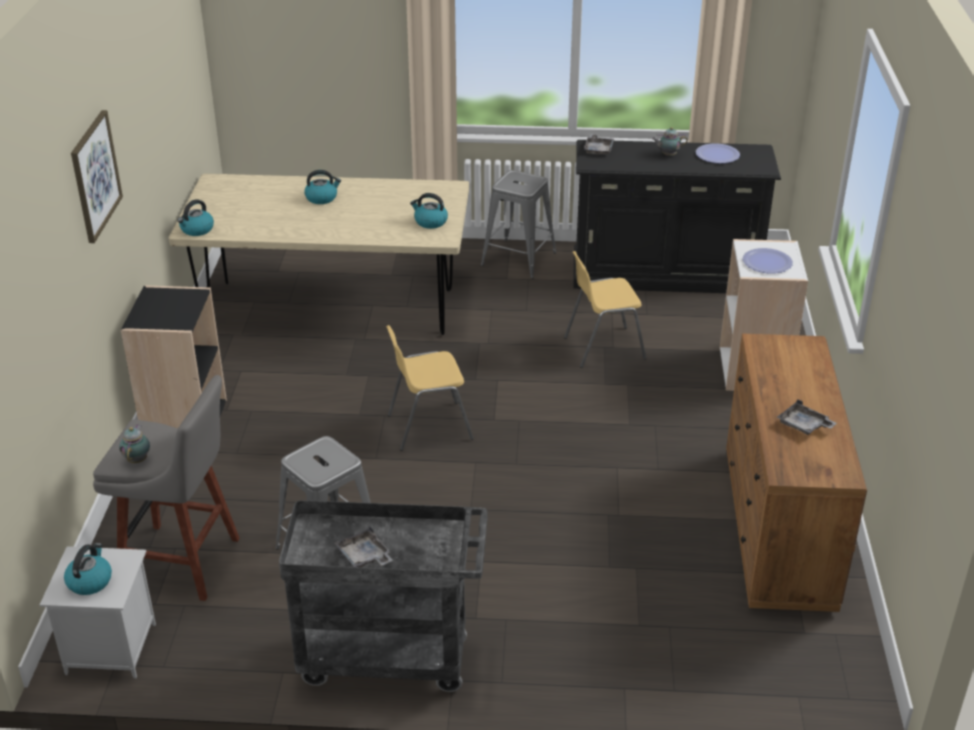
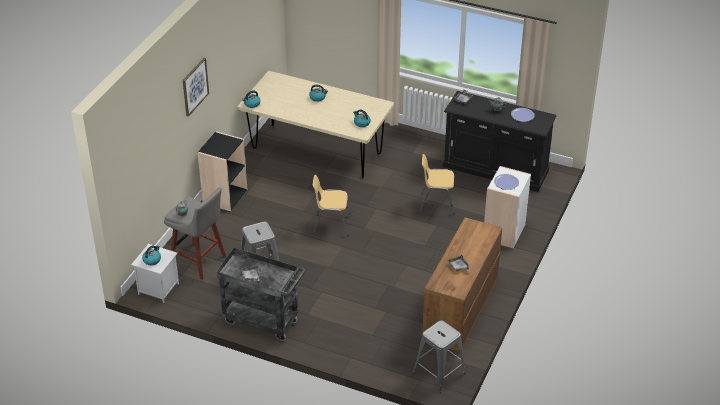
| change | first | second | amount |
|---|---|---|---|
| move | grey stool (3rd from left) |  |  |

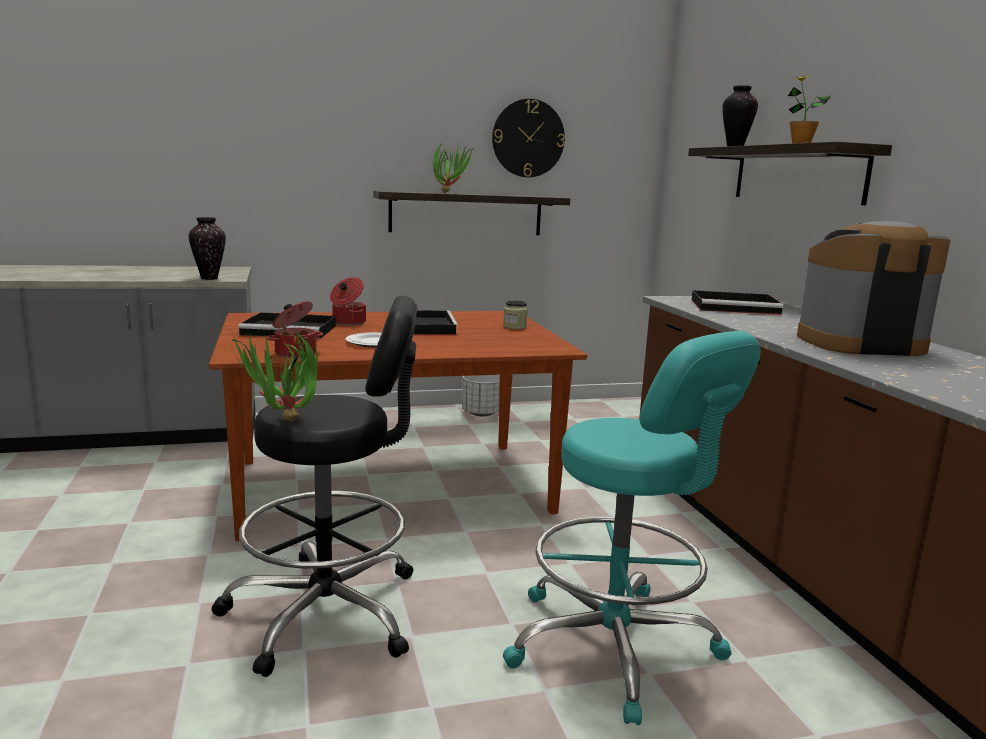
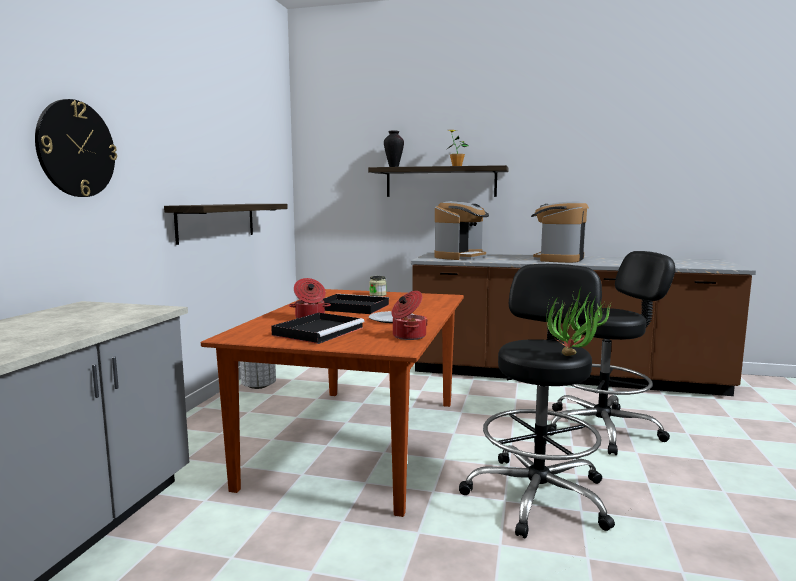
| change | first | second | amount |
|---|---|---|---|
| move | wall clock |  |  |
| delete | potted plant (2nd from left) |  |  |
| delete | vase (1st from left) |  |  |
| replace | black tray (3rd from left) | coffee machine (1st from left) |  |
| recolor | turquoise stool | black stool (2nd from left) |  |

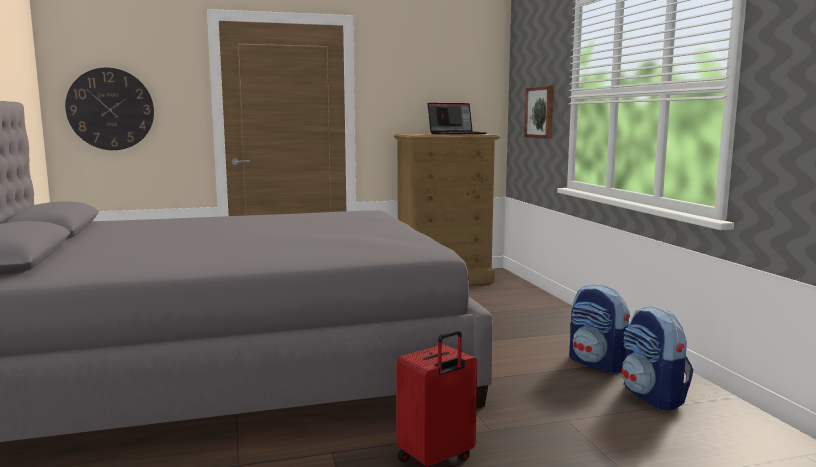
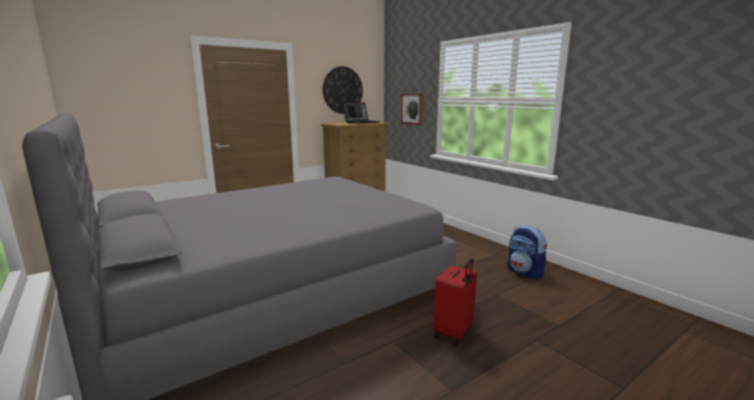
| change | first | second | amount |
|---|---|---|---|
| move | wall clock |  |  |
| delete | backpack (1st from left) |  |  |

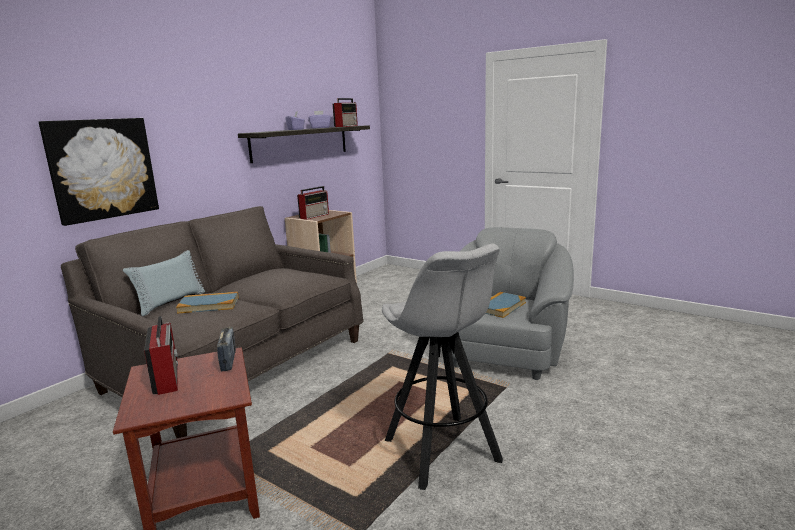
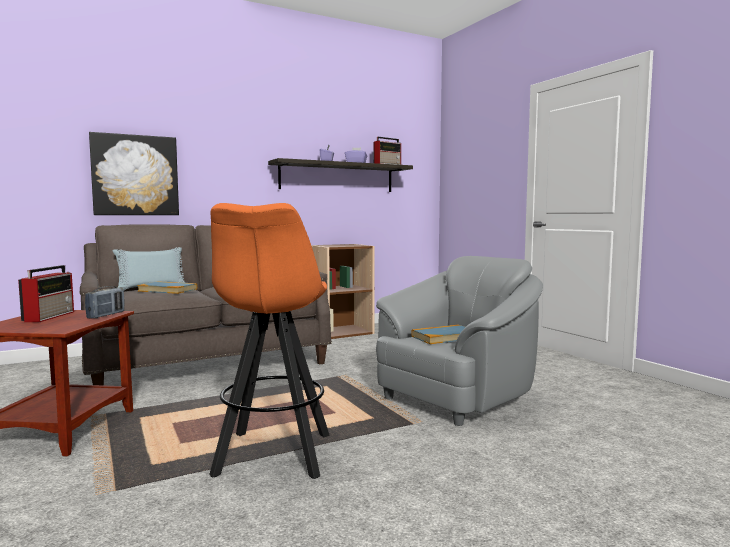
| change | first | second | amount |
|---|---|---|---|
| delete | radio (3rd from left) |  |  |
| recolor | grey stool | orange stool |  |

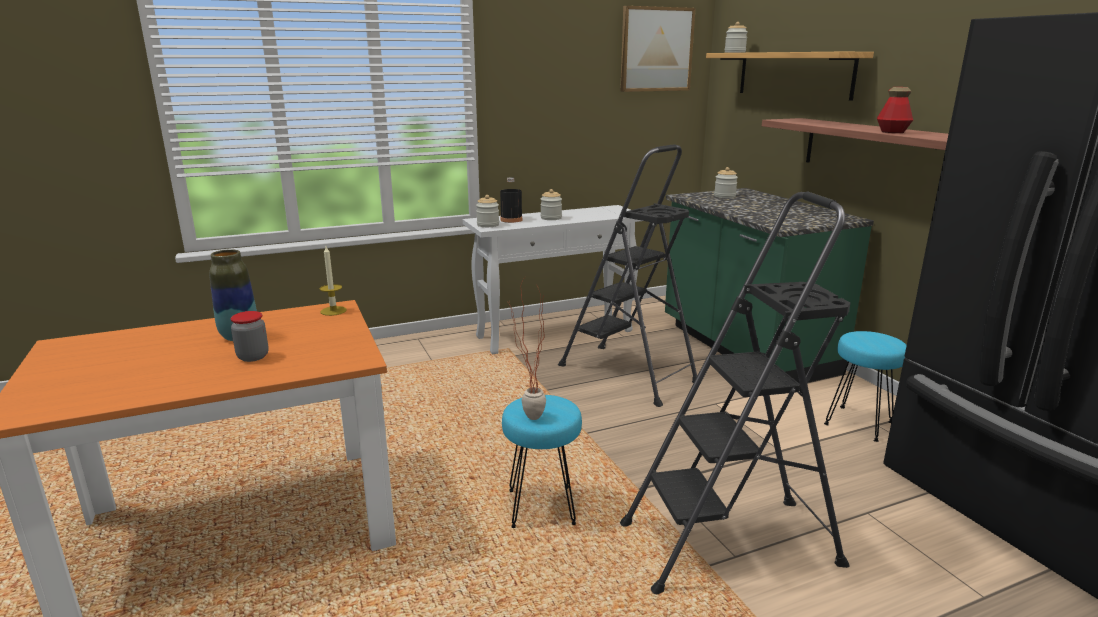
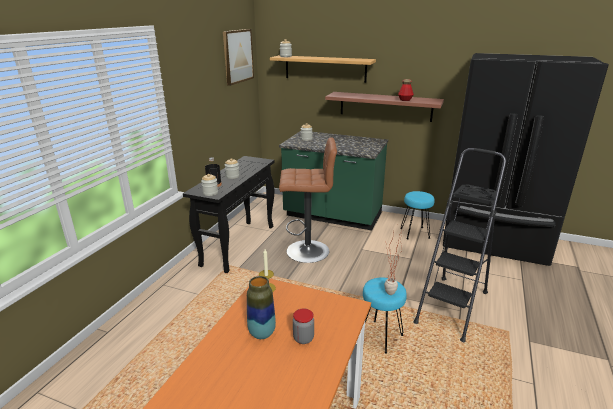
| change | first | second | amount |
|---|---|---|---|
| replace | step ladder (1st from left) | brown stool |  |
| recolor | white console table | black console table |  |

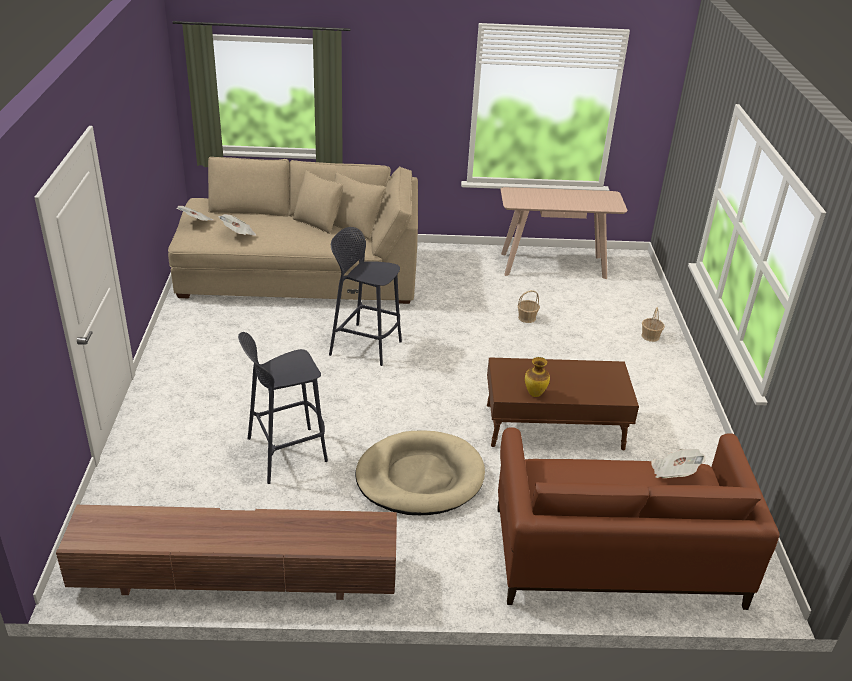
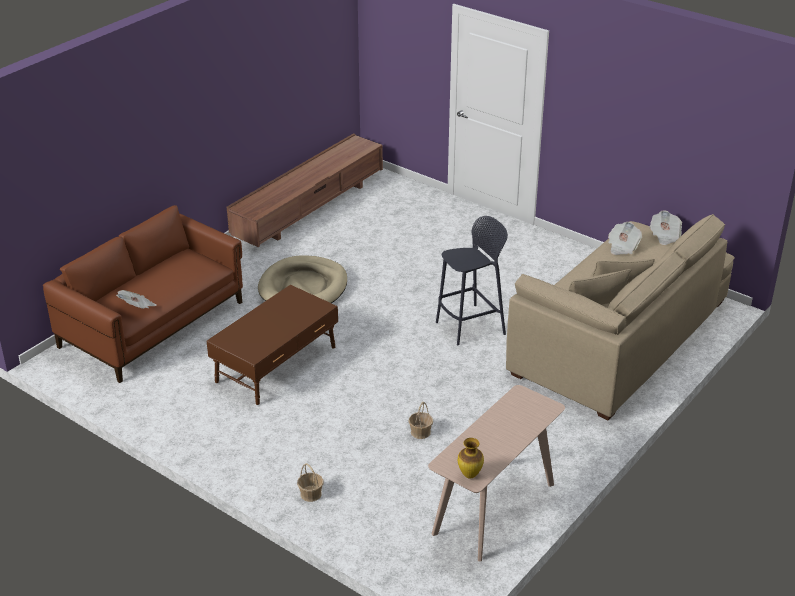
| change | first | second | amount |
|---|---|---|---|
| delete | grey stool (1st from left) |  |  |
| move | vase |  |  |

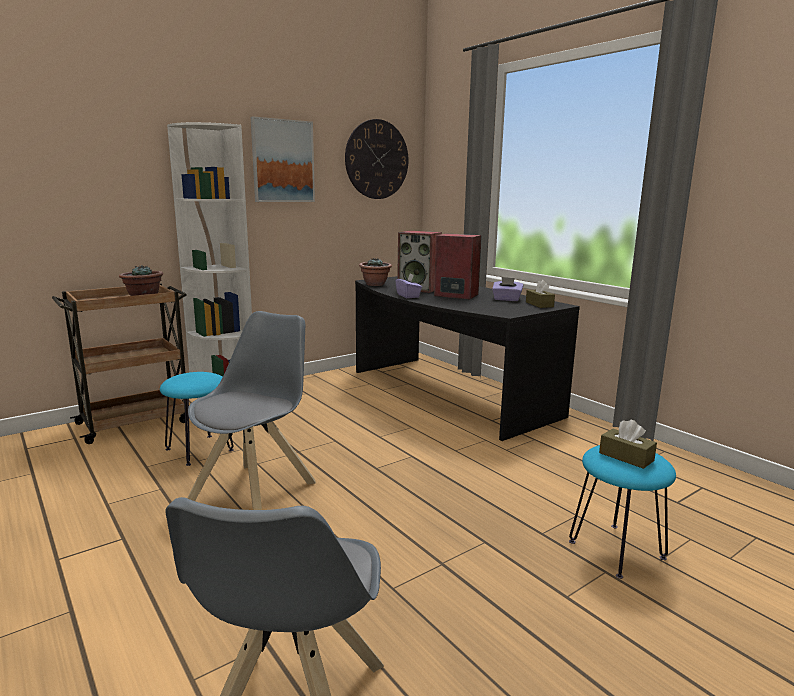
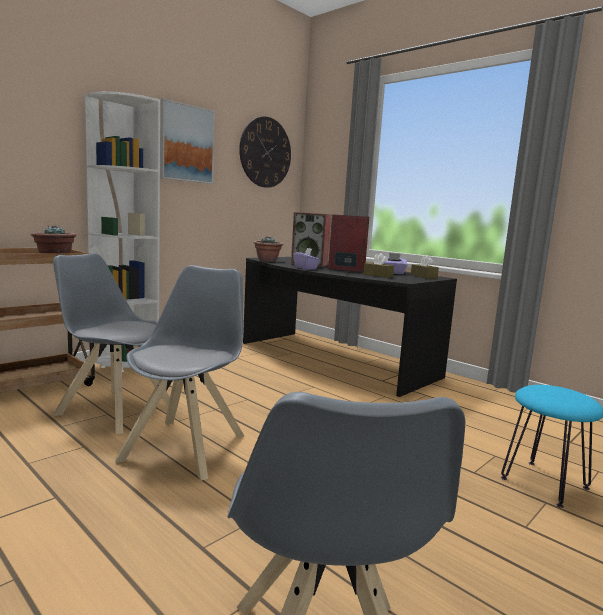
| change | first | second | amount |
|---|---|---|---|
| replace | turquoise stool (1st from left) | grey chair (1st from left) |  |
| move | brown tissue box (2nd from left in the first image) | brown tissue box (1st from left) |  |

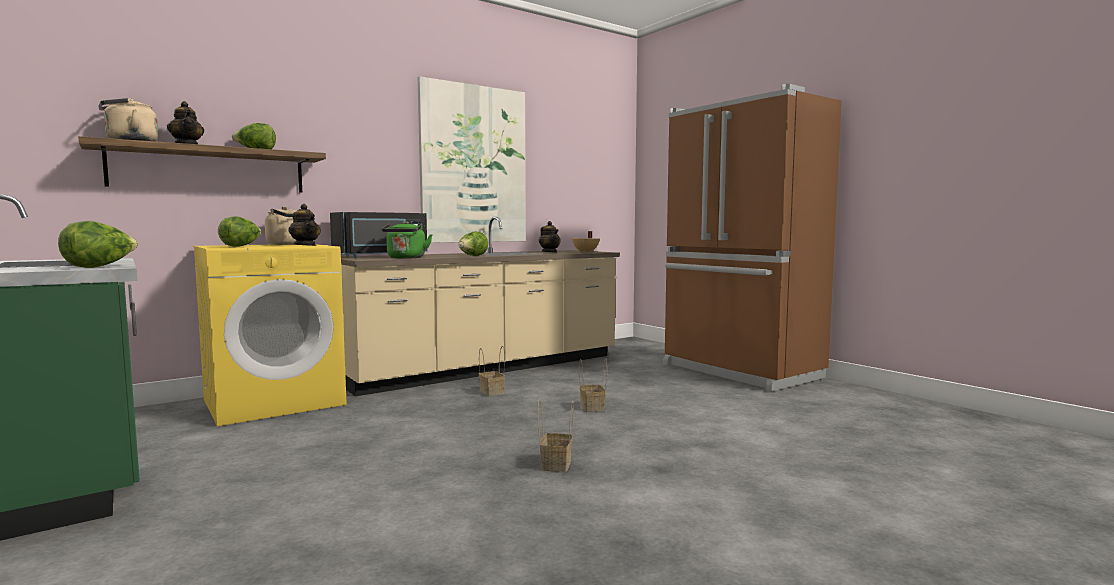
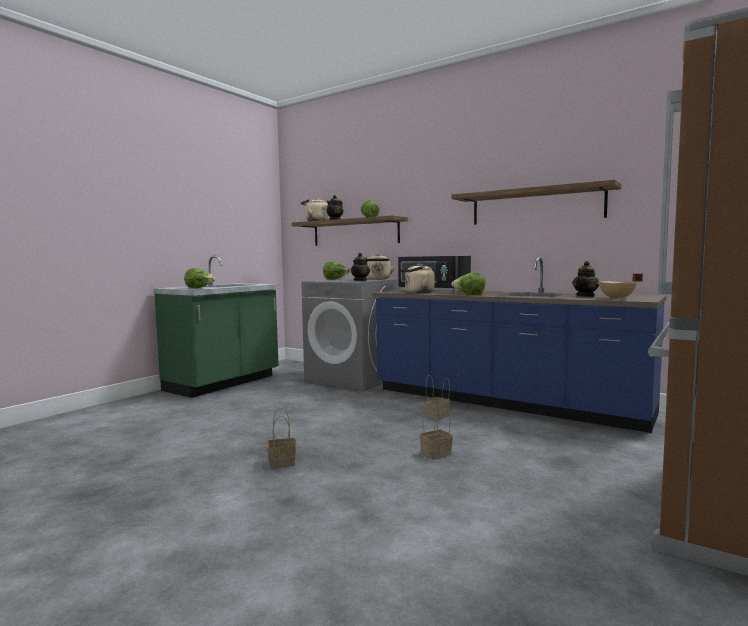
| change | first | second | amount |
|---|---|---|---|
| replace | picture | shelf (2nd from left) |  |
| recolor | beige counter | blue counter |  |
| recolor | green kettle | beige kettle (3rd from left) |  |
| recolor | yellow washing machine | grey washing machine |  |

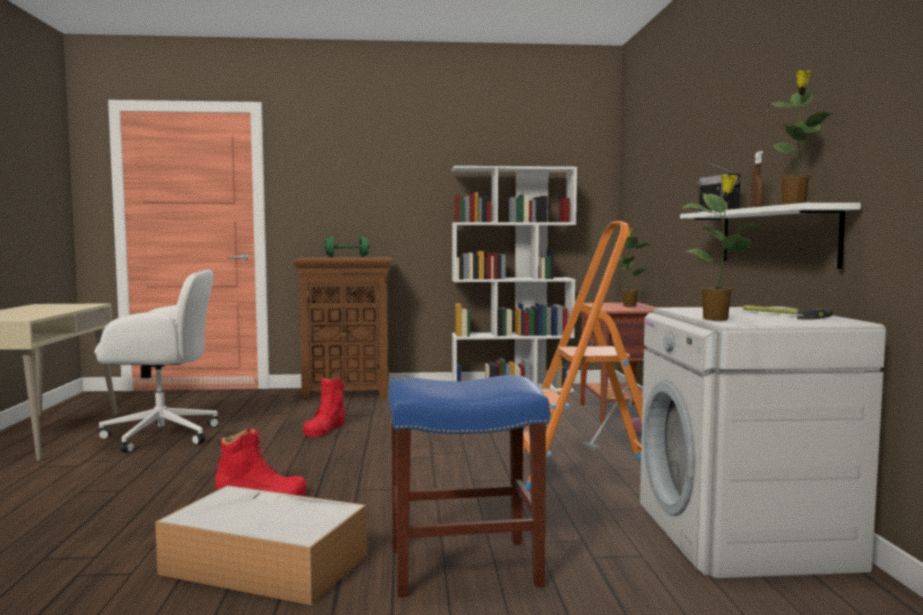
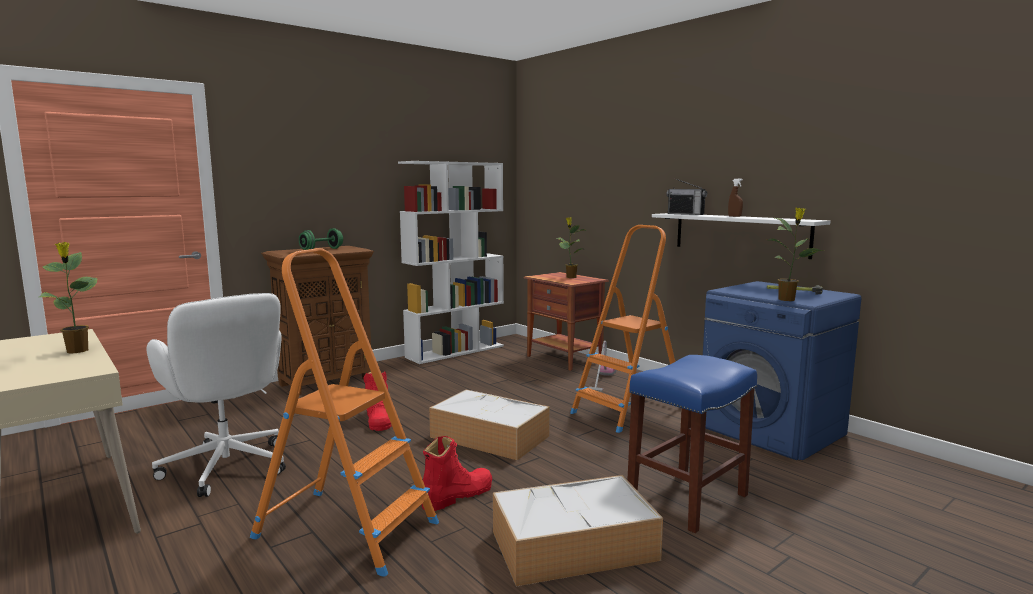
| change | first | second | amount |
|---|---|---|---|
| move | potted plant (3rd from left in the first image) | potted plant (1st from left) |  |
| rotate | white office chair |  | 90 degrees clockwise |
| recolor | white washing machine | blue washing machine |  |
| insert |  | orange step ladder (1st from left) |  |
| insert |  | storage box (1st from left) |  |

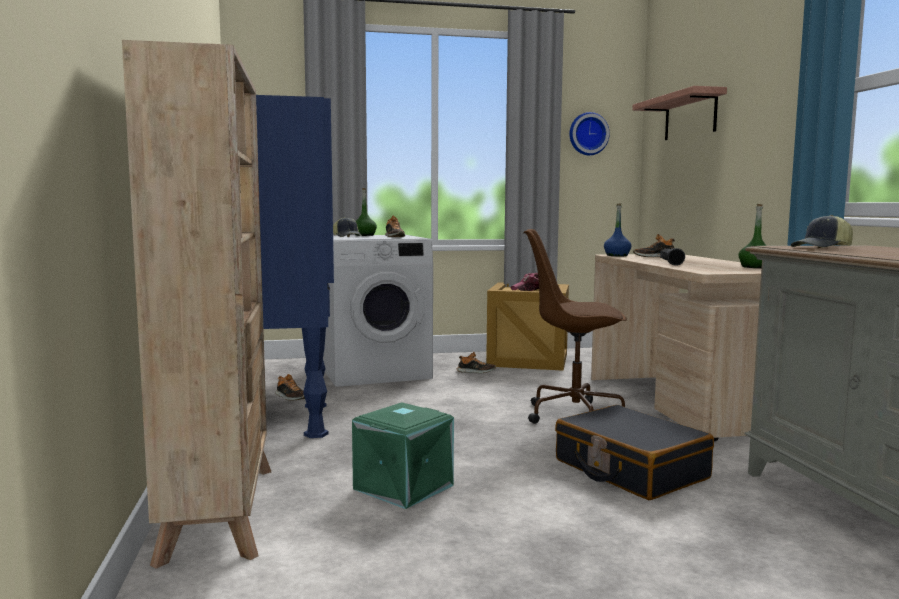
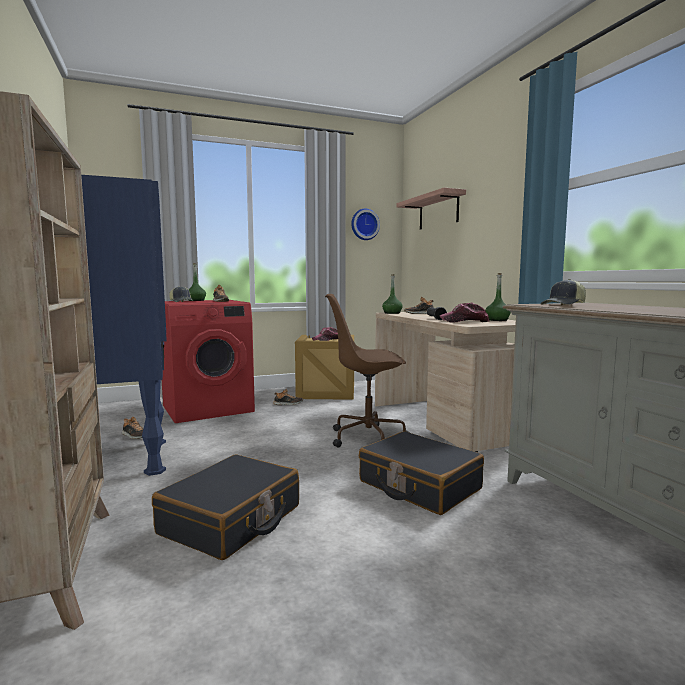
| change | first | second | amount |
|---|---|---|---|
| recolor | blue bottle | green bottle (2nd from left) |  |
| recolor | white washing machine | red washing machine |  |
| replace | green storage box | black suitcase (1st from left) |  |
| insert |  | cap (3rd from left) |  |

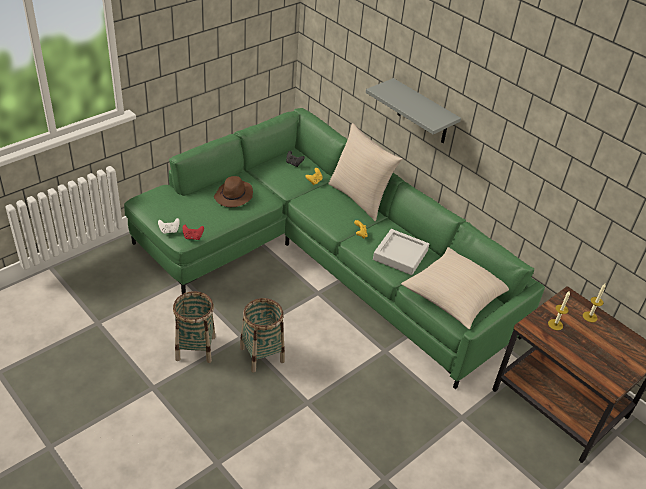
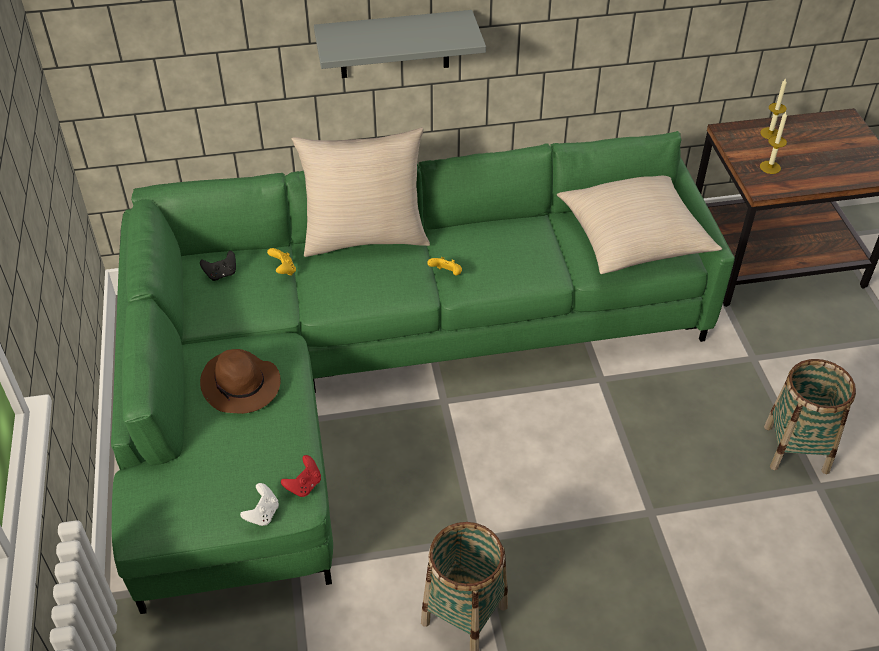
| change | first | second | amount |
|---|---|---|---|
| delete | grey tray |  |  |
| move | basket (2nd from left) |  |  |

